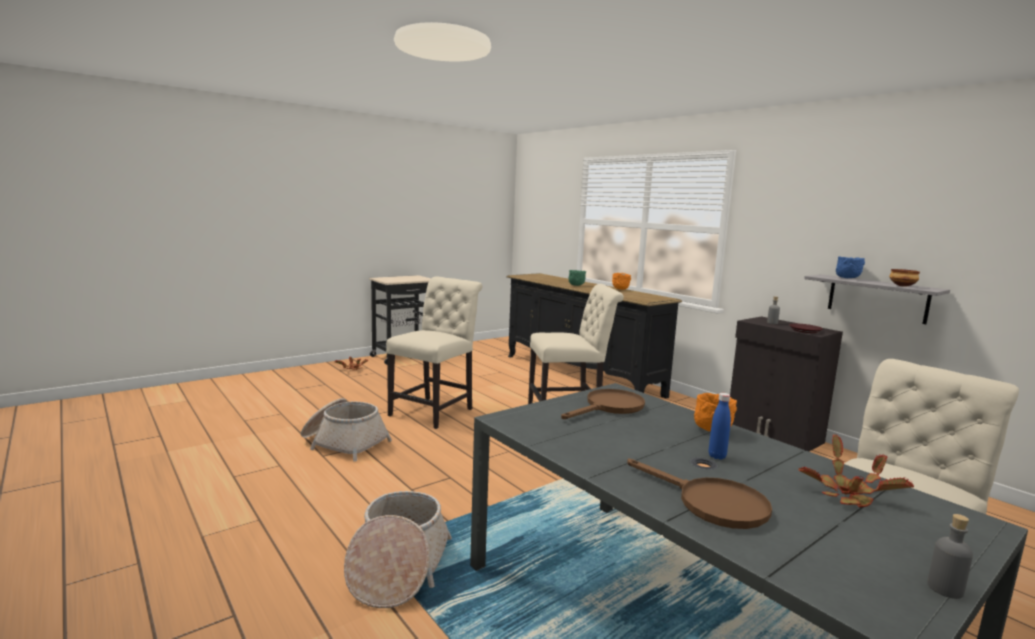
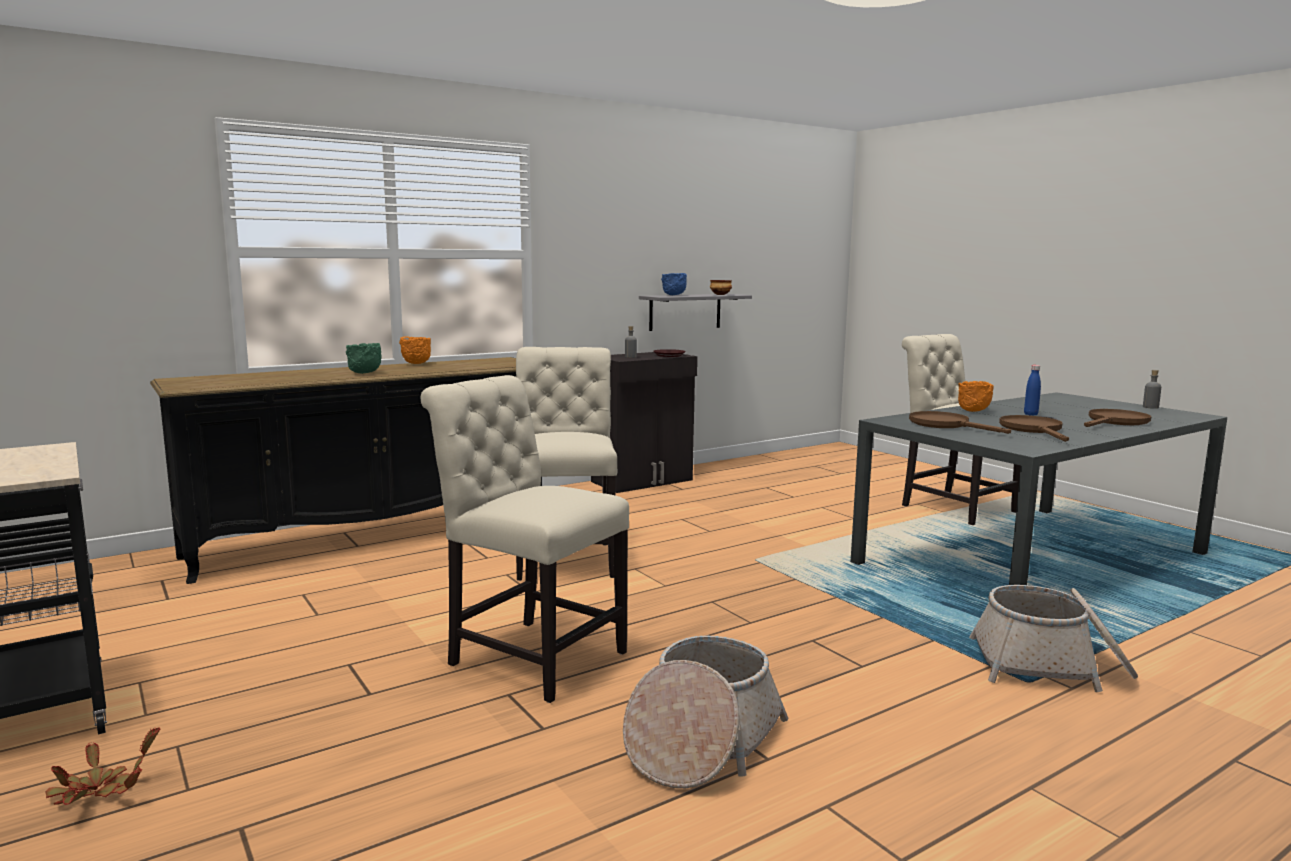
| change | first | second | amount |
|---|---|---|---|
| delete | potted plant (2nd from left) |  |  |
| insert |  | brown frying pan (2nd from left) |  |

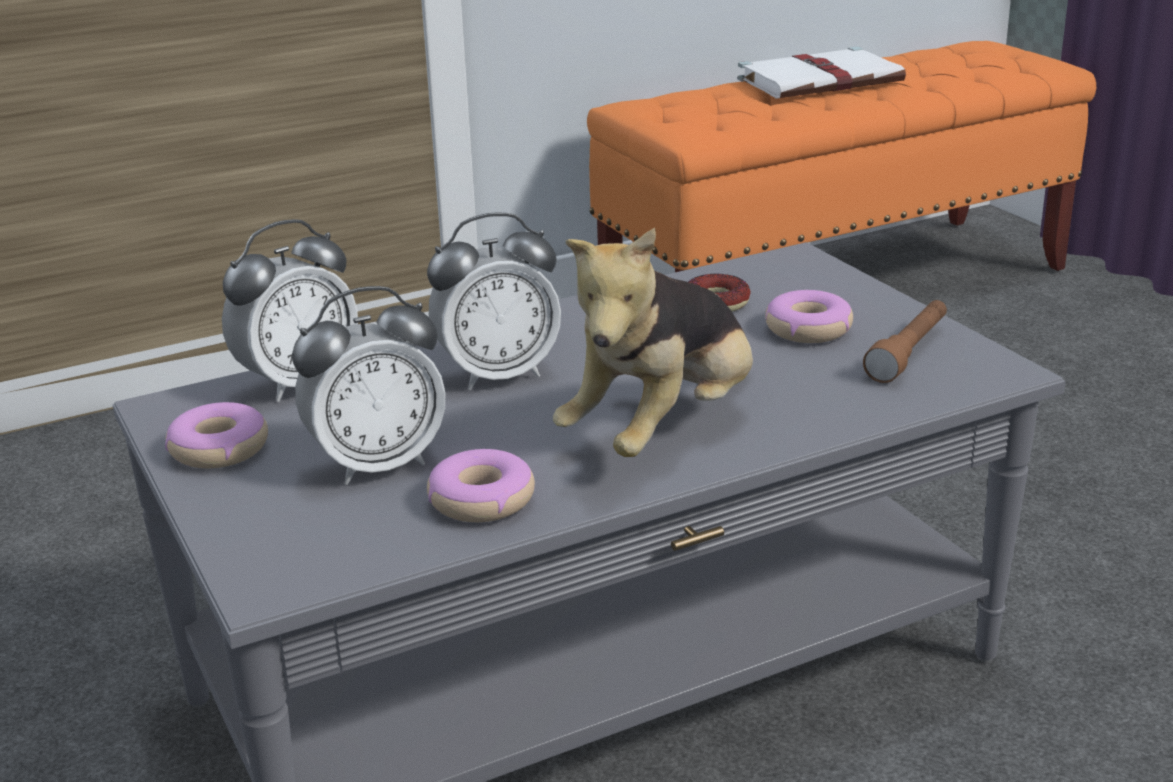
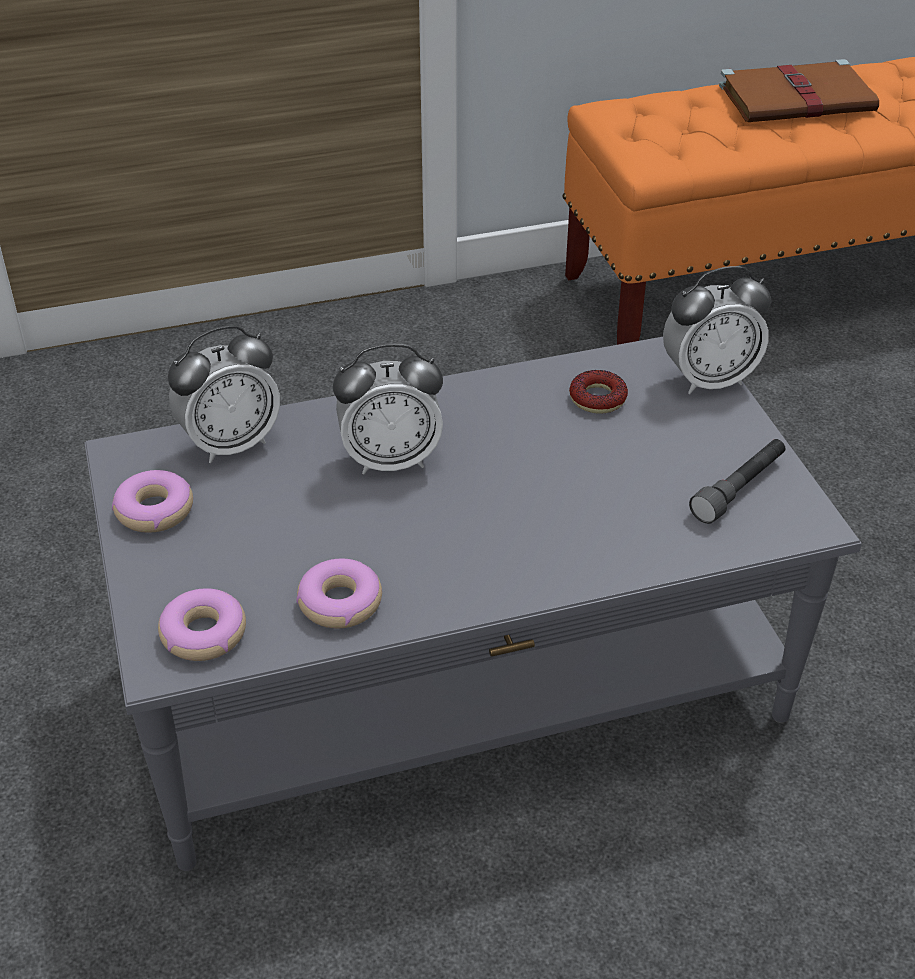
| change | first | second | amount |
|---|---|---|---|
| recolor | white book | brown book |  |
| delete | plush toy |  |  |
| move | alarm clock (2nd from left in the first image) | alarm clock (3rd from left) |  |
| move | donut (4th from left in the first image) | donut (2nd from left) |  |
| recolor | brown flashlight | grey flashlight |  |

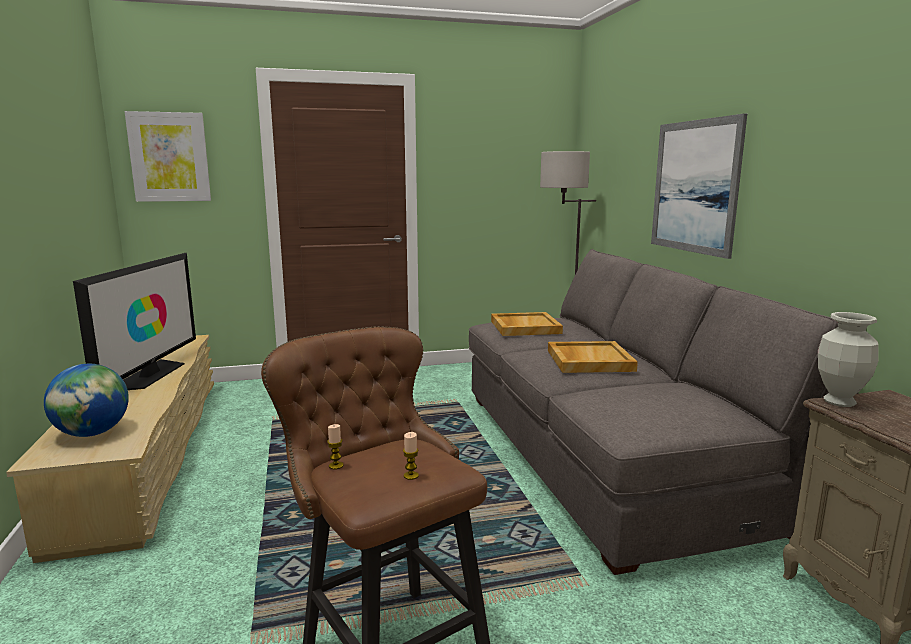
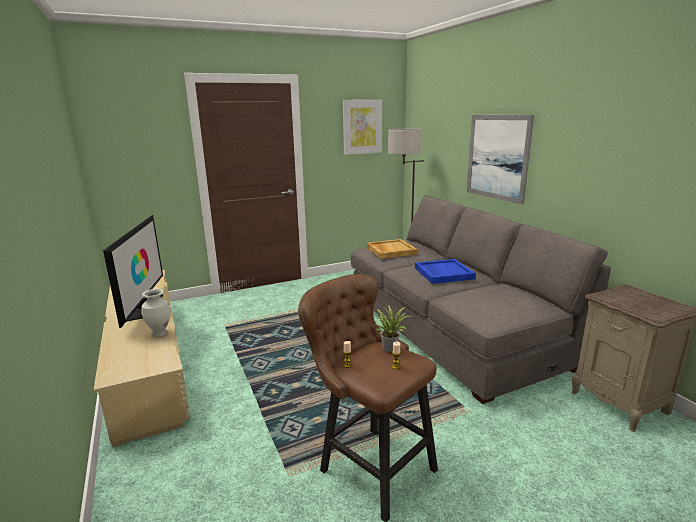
| change | first | second | amount |
|---|---|---|---|
| move | picture (1st from left) |  |  |
| move | vase |  |  |
| recolor | beige tray (2nd from left) | blue tray |  |
| delete | globe |  |  |
| insert |  | potted plant |  |

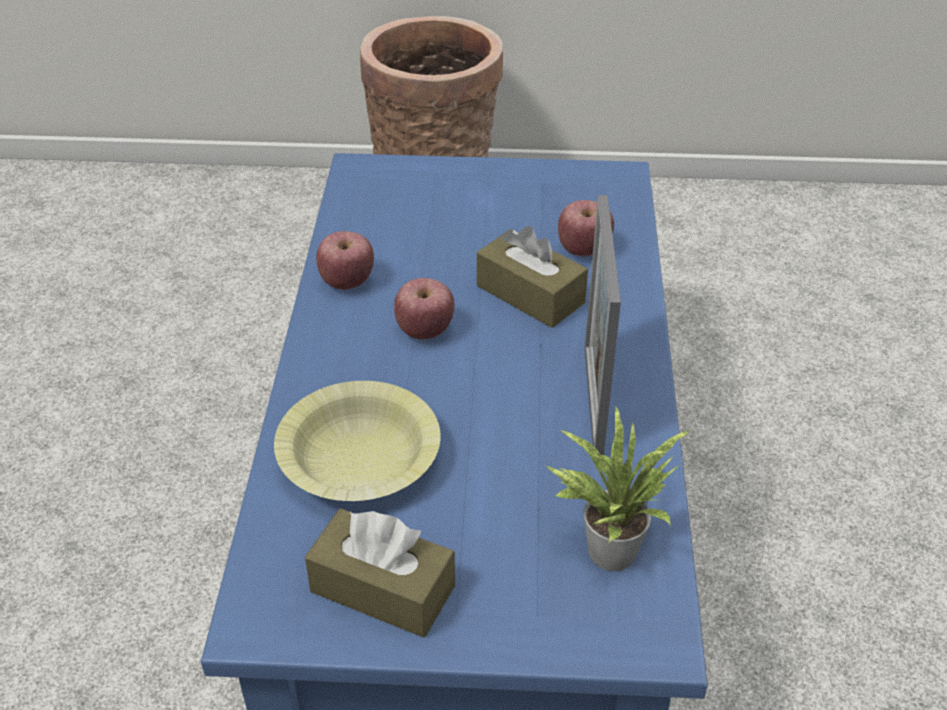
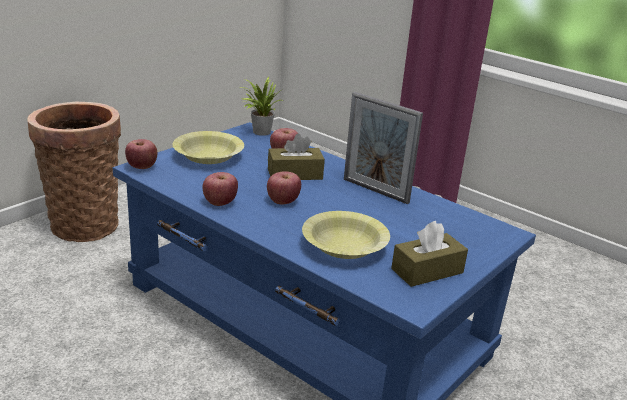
| change | first | second | amount |
|---|---|---|---|
| move | potted plant |  |  |
| insert |  | yellow bowl (1st from left) |  |
| insert |  | apple (1st from left) |  |

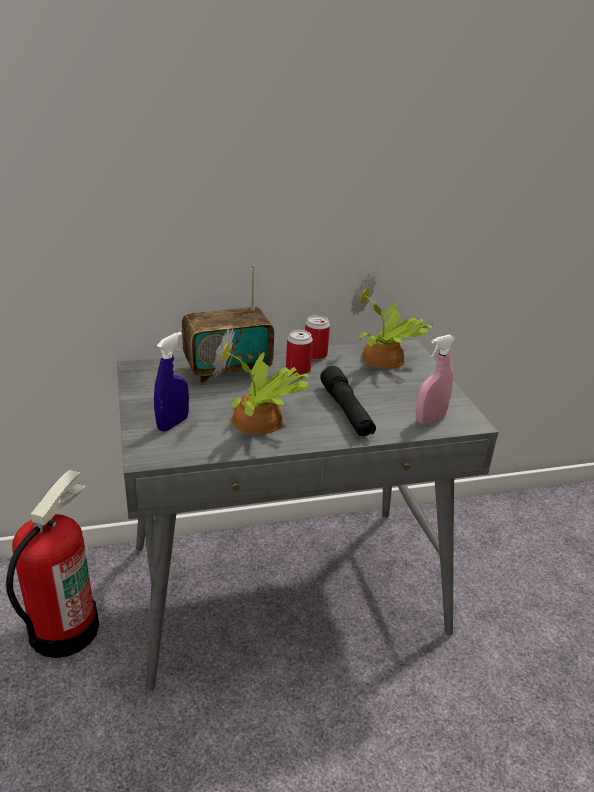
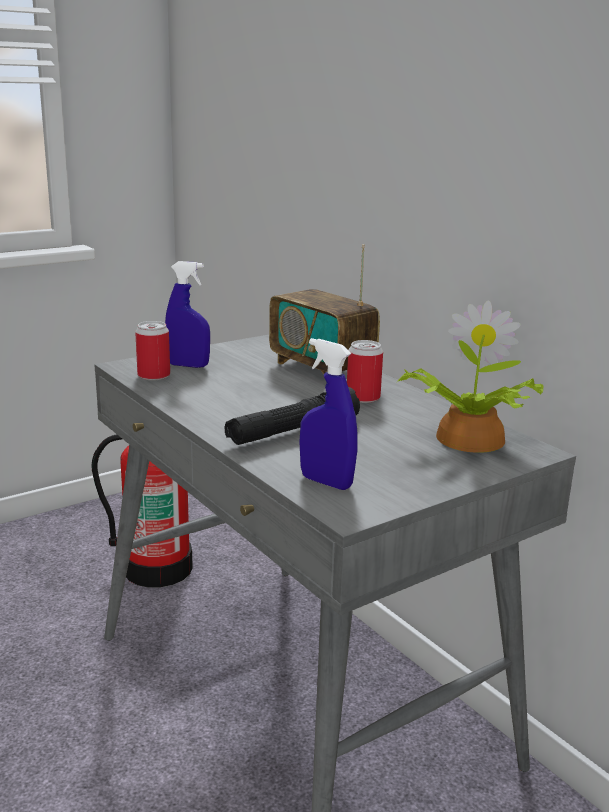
| change | first | second | amount |
|---|---|---|---|
| move | can (2nd from left in the first image) | can (1st from left) |  |
| delete | potted plant (1st from left) |  |  |
| recolor | pink spray bottle | blue spray bottle (2nd from left) |  |

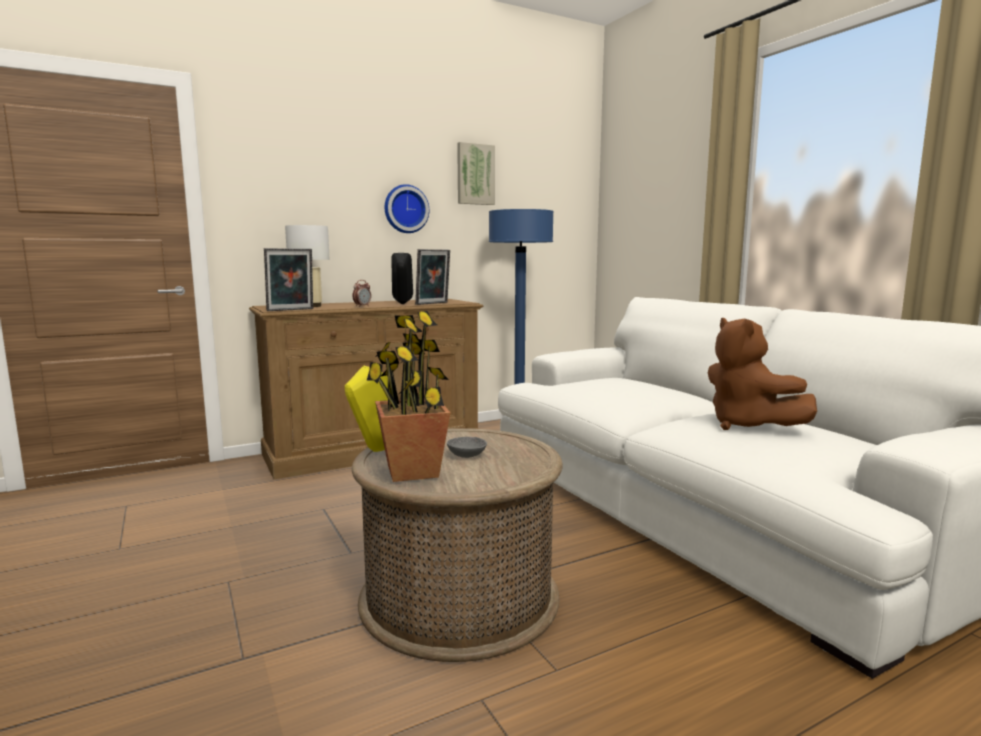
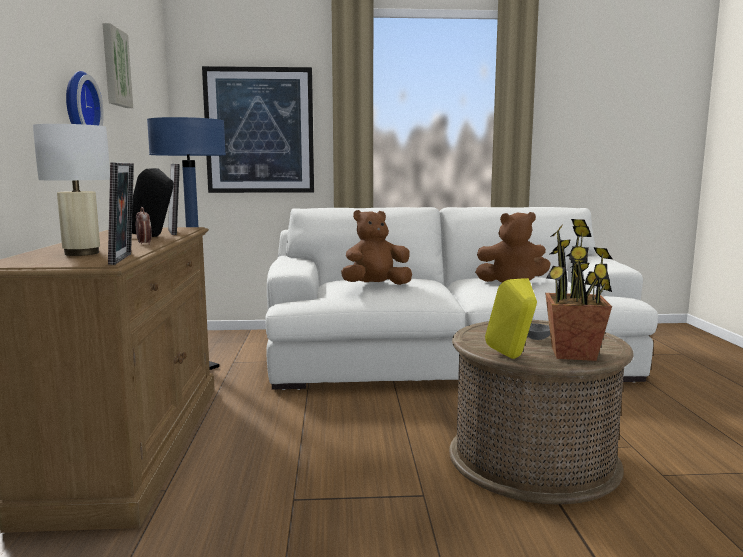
| change | first | second | amount |
|---|---|---|---|
| insert |  | picture (2nd from left) |  |
| insert |  | brown plush toy (1st from left) |  |

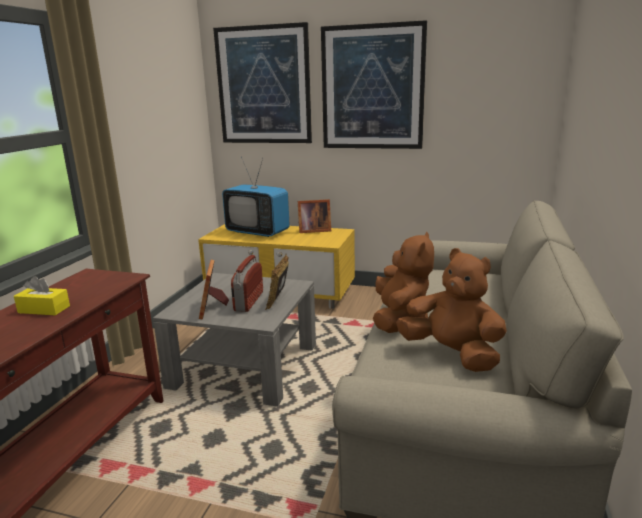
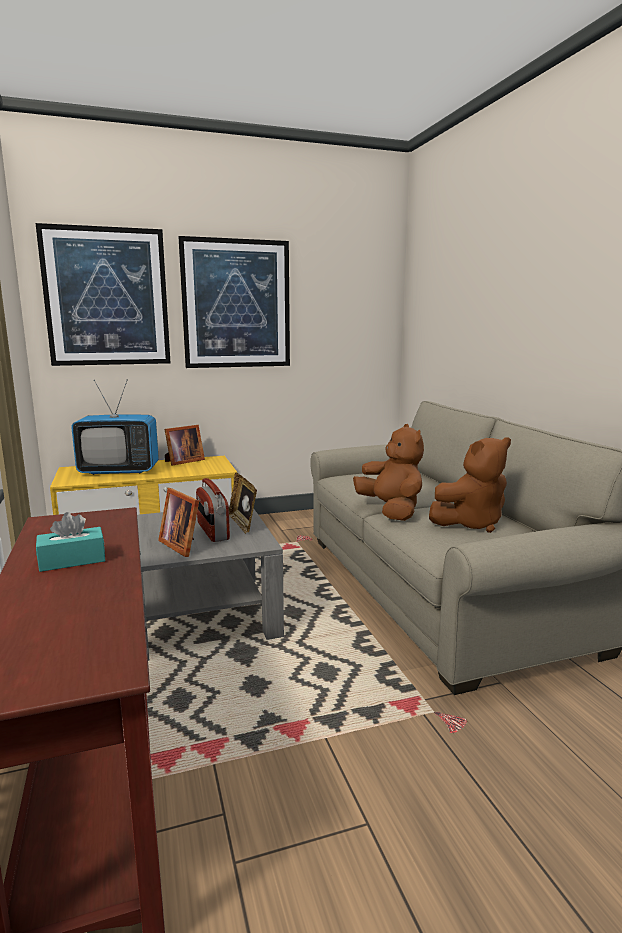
| change | first | second | amount |
|---|---|---|---|
| rotate | brown plush toy (2nd from left) |  | 150 degrees clockwise |
| recolor | yellow tissue box | turquoise tissue box |  |

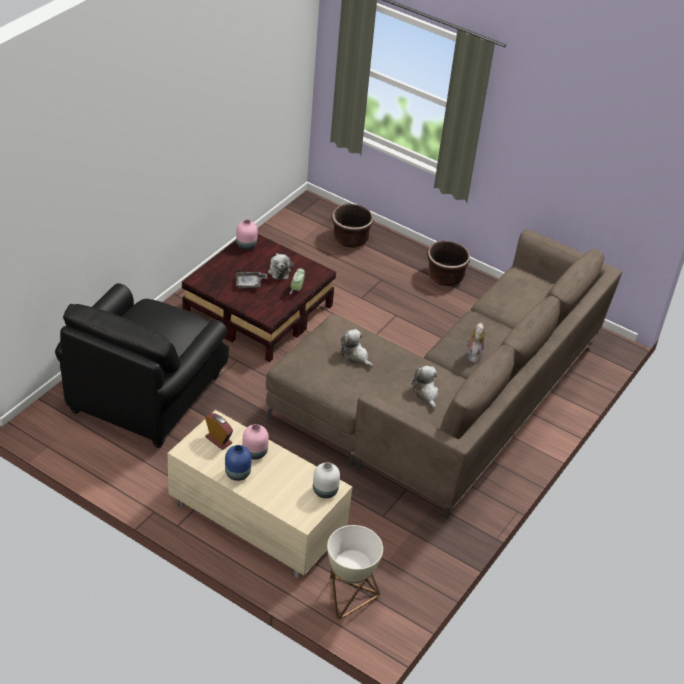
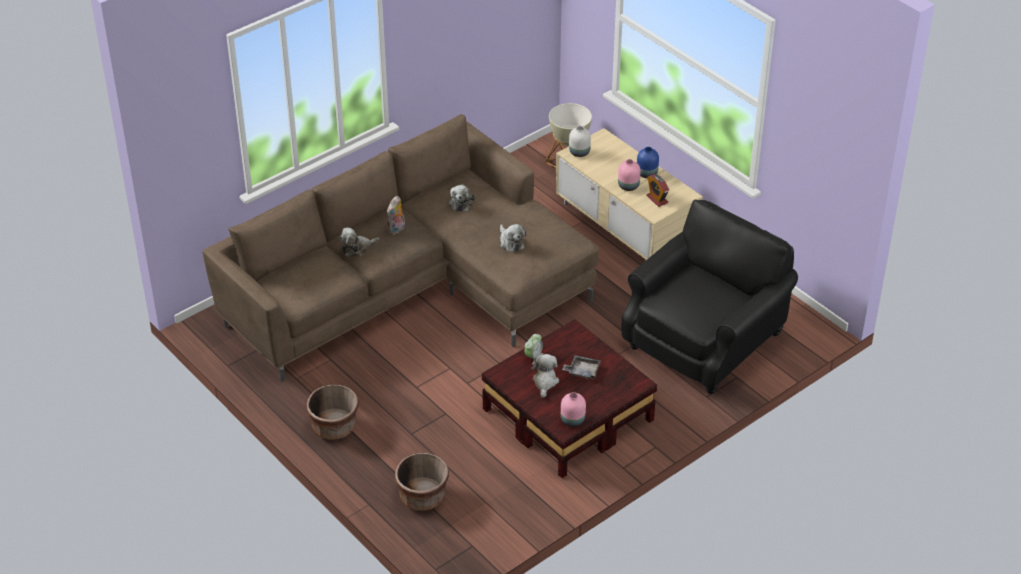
| change | first | second | amount |
|---|---|---|---|
| insert |  | plush toy (1st from left) |  |

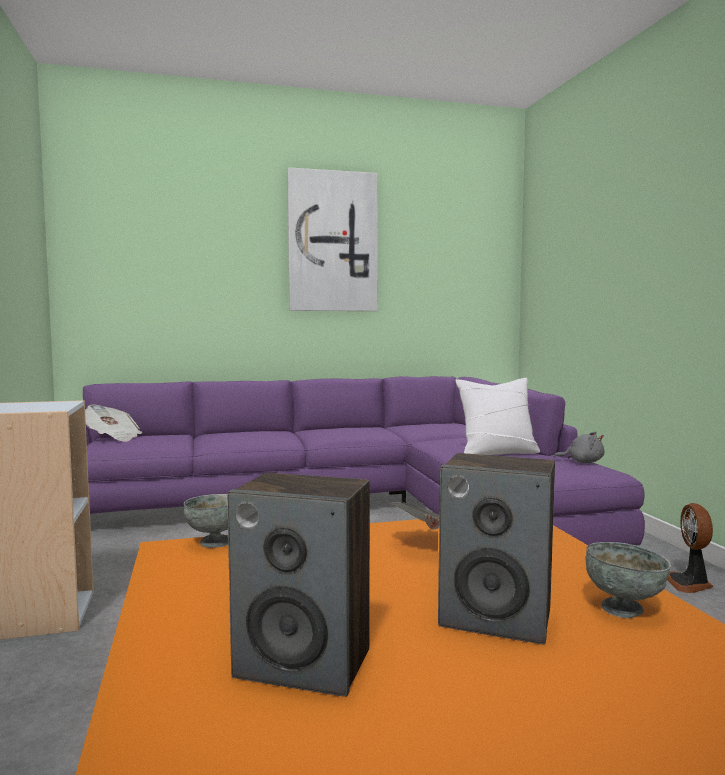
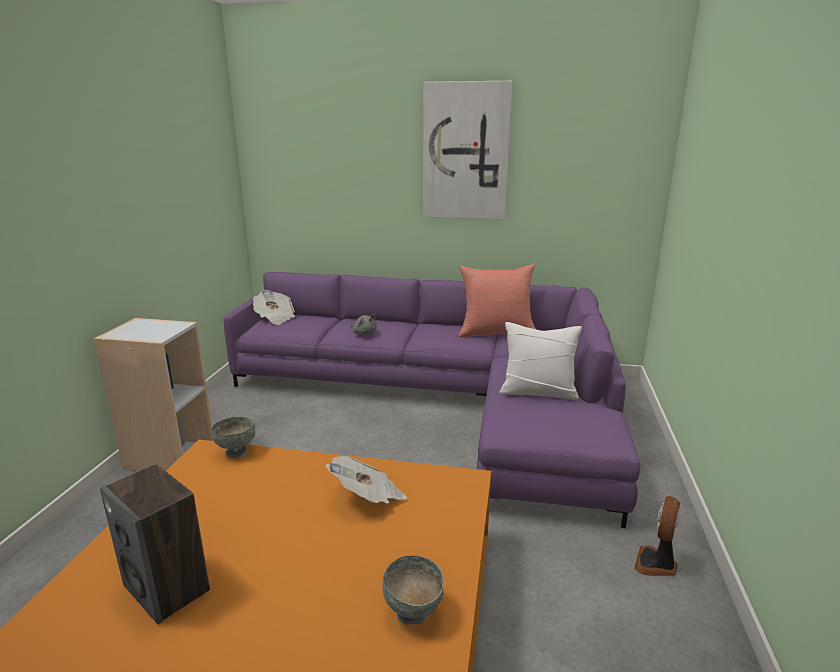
| change | first | second | amount |
|---|---|---|---|
| move | grey plush toy |  |  |
| delete | speaker (2nd from left) |  |  |
| insert |  | red pillow |  |

